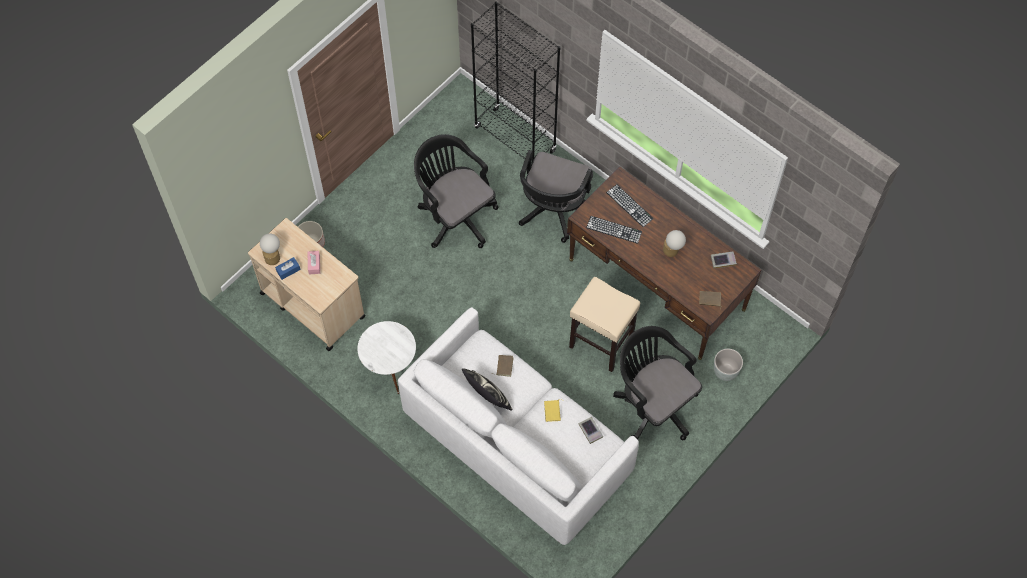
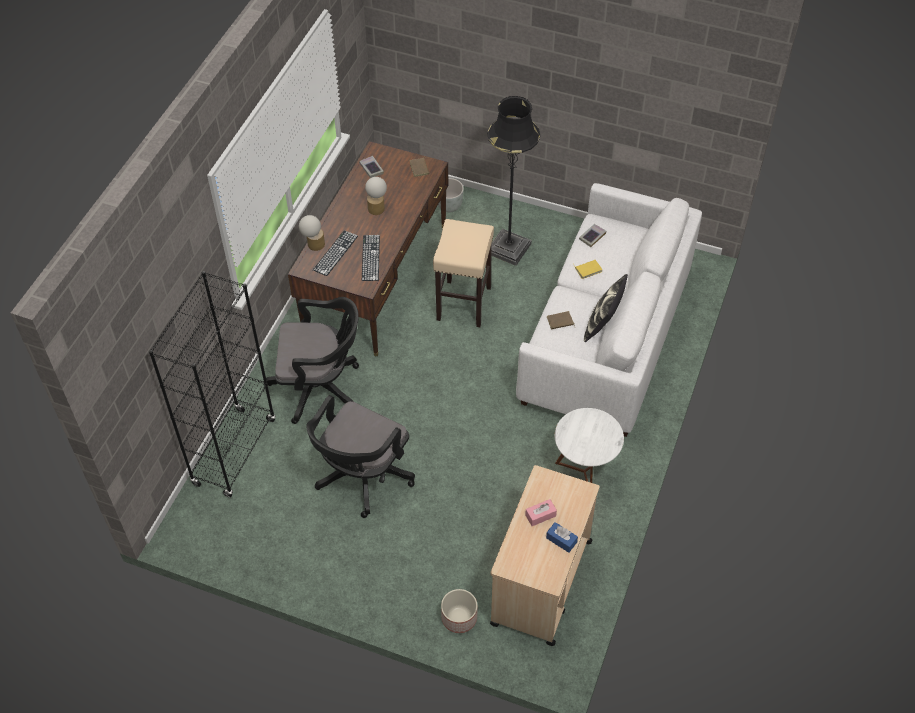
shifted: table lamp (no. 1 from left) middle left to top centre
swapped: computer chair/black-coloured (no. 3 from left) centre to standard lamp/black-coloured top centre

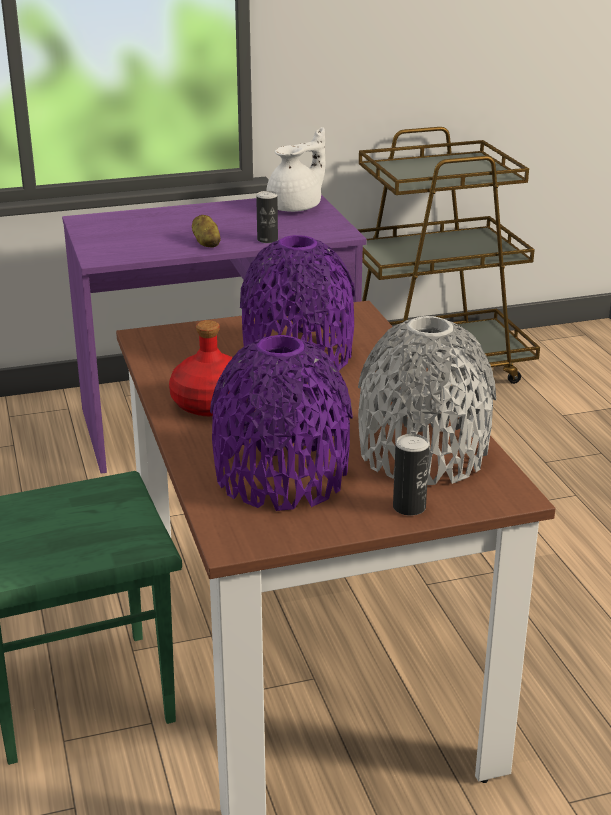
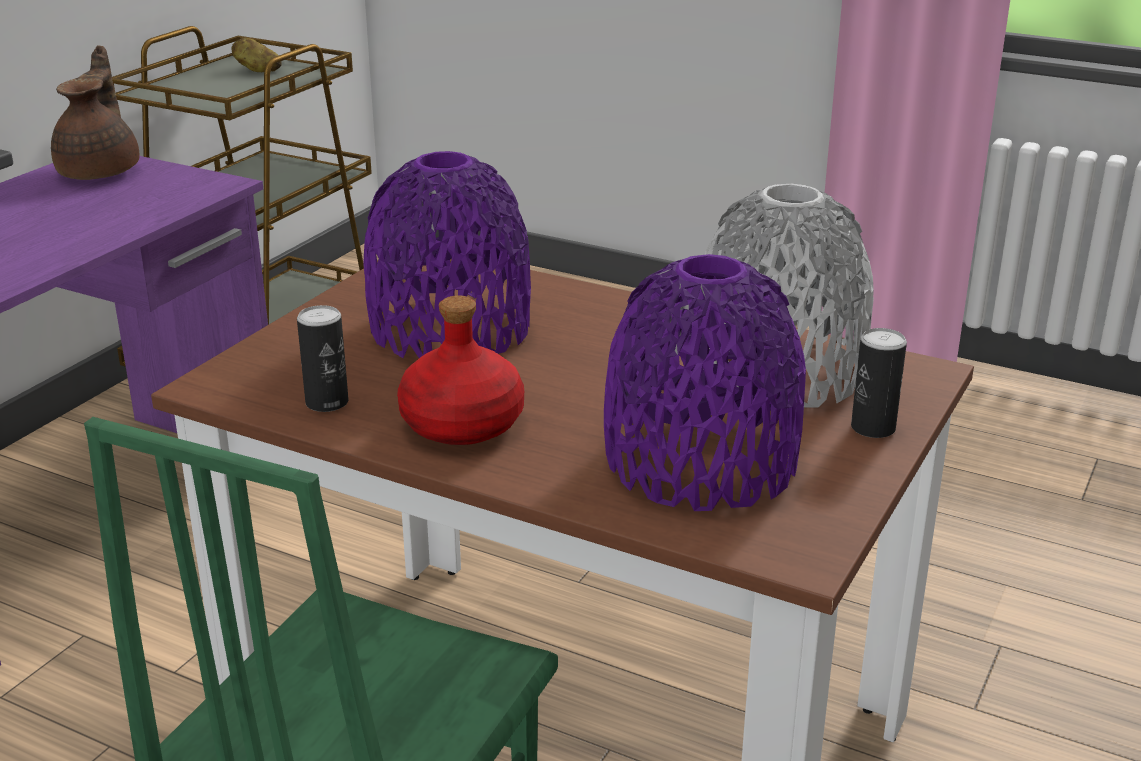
shifted: metal can (no. 1 from left) top centre to middle left; potato top centre to top left
repainted: teapot/white top centre to teapot/brownish top left

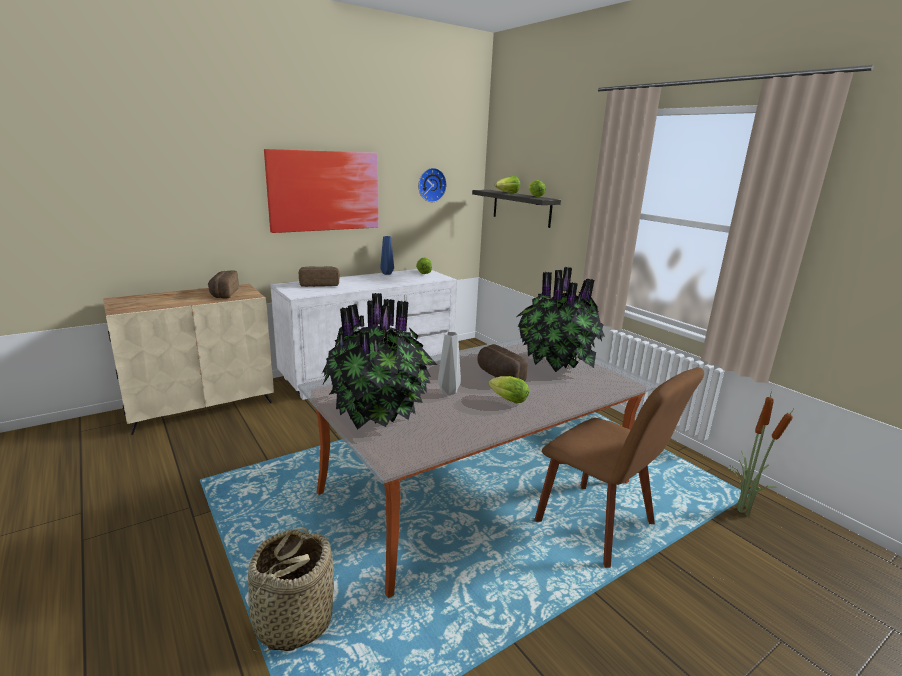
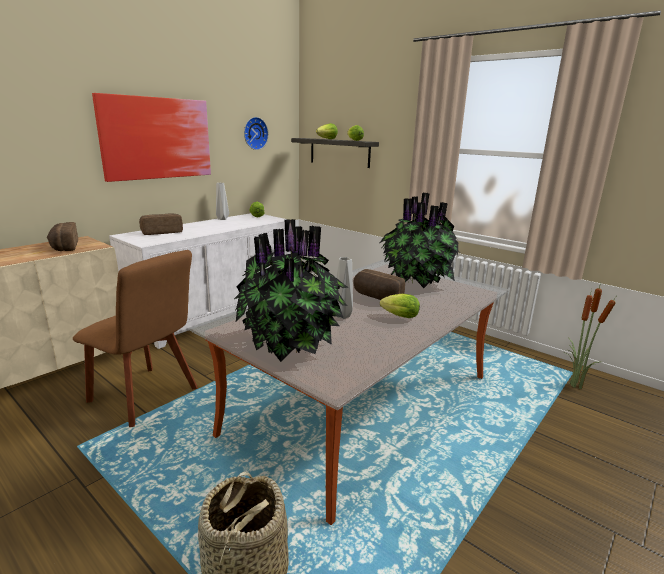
shifted: upright chair/brownish bottom right to middle left
repainted: vase/bluish centre to vase/greyish (no. 1 from left) centre

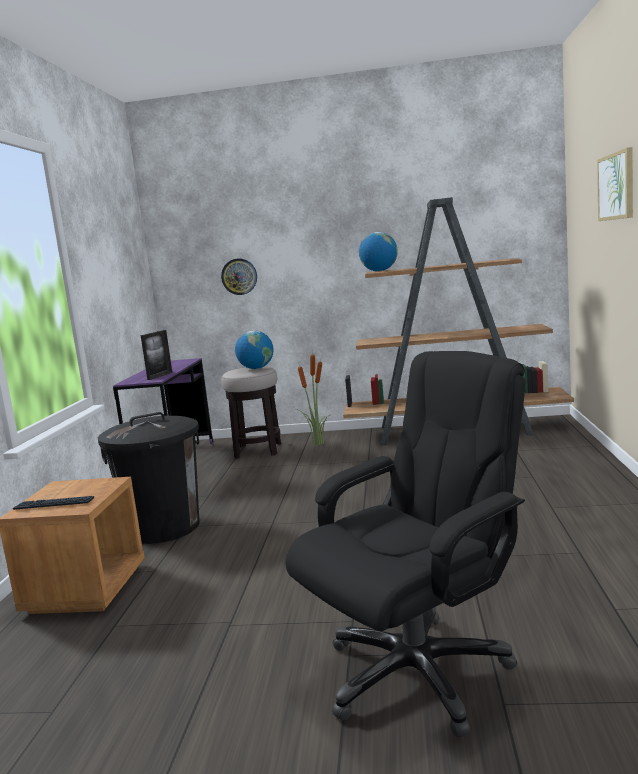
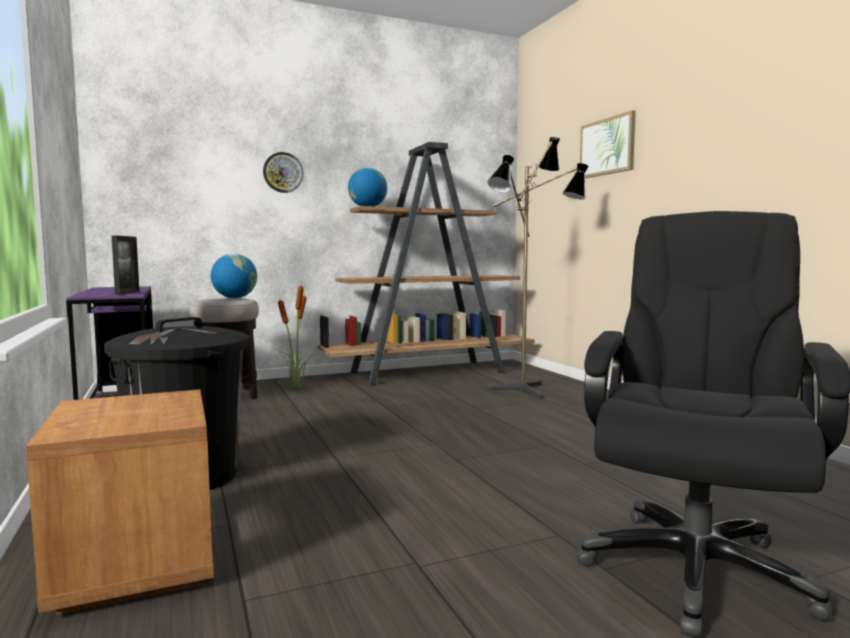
gone: PC keyboard middle left
new: standard lamp centre
shifted: hanging clock centre to top left

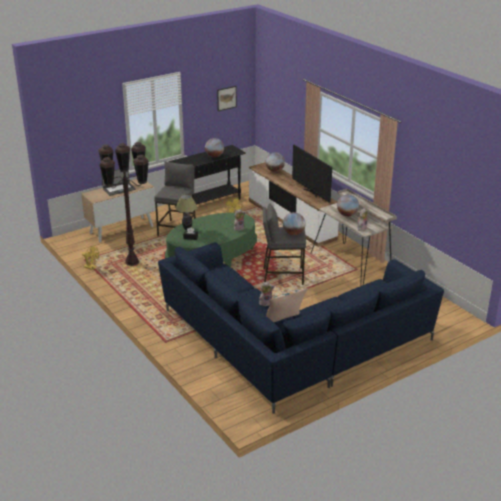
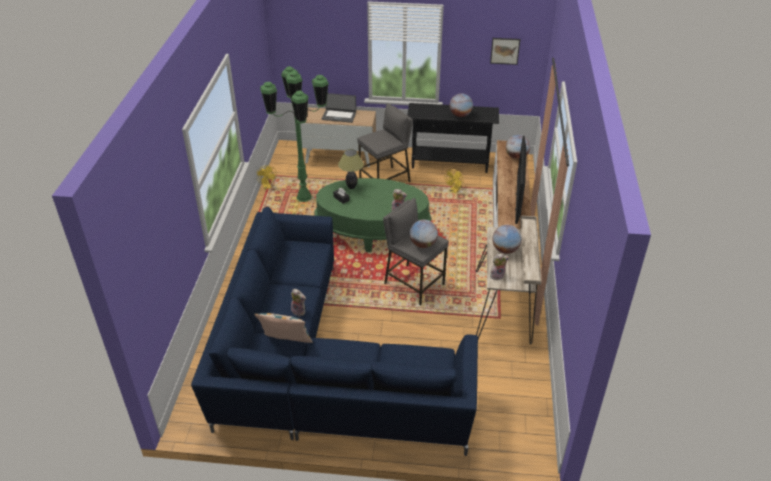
repainted: standard lamp/brownish middle left to standard lamp/green top centre

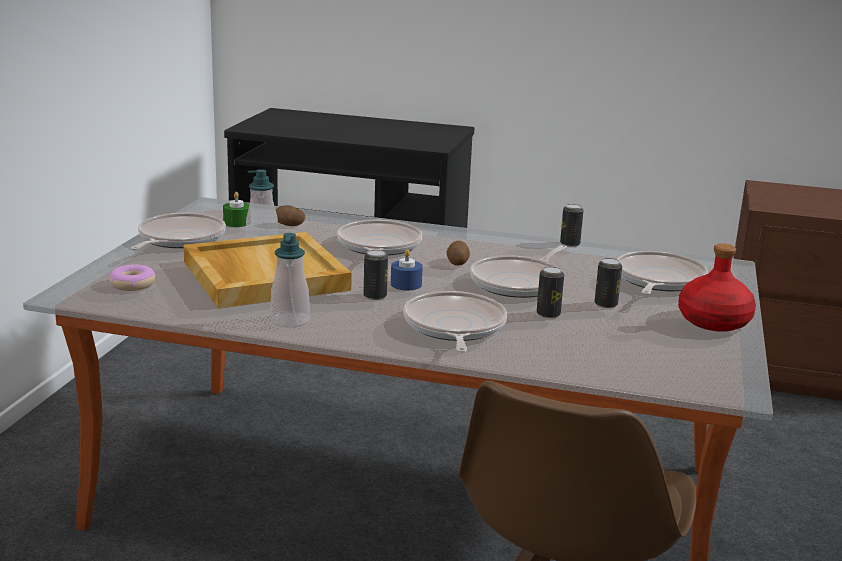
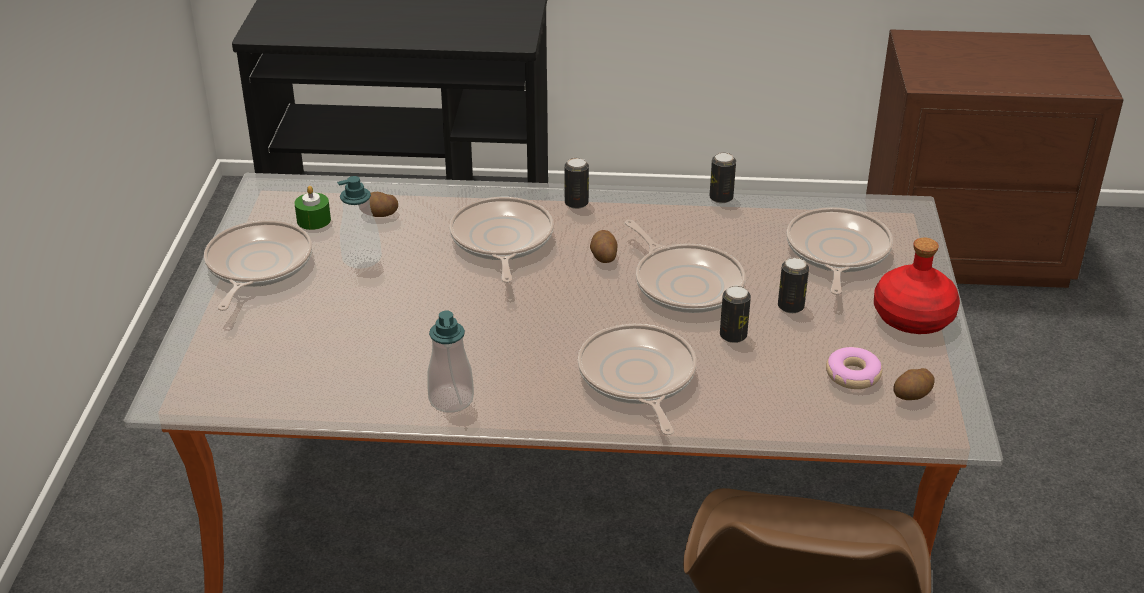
gone: serving tray/beige-coloured middle left; wax candle/bluish centre
new: potato (no. 3 from left) middle right
shifted: metal can (no. 1 from left) centre to top centre; donut middle left to middle right
rotated: pan (no. 4 from left) centre = centre 60 degrees counterclockwise

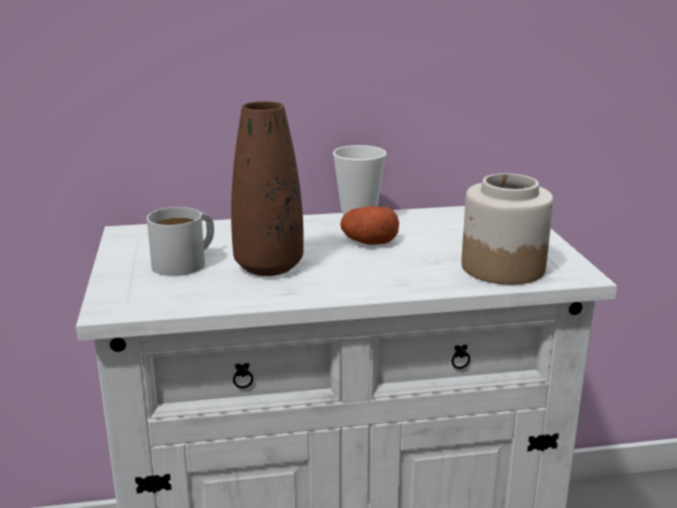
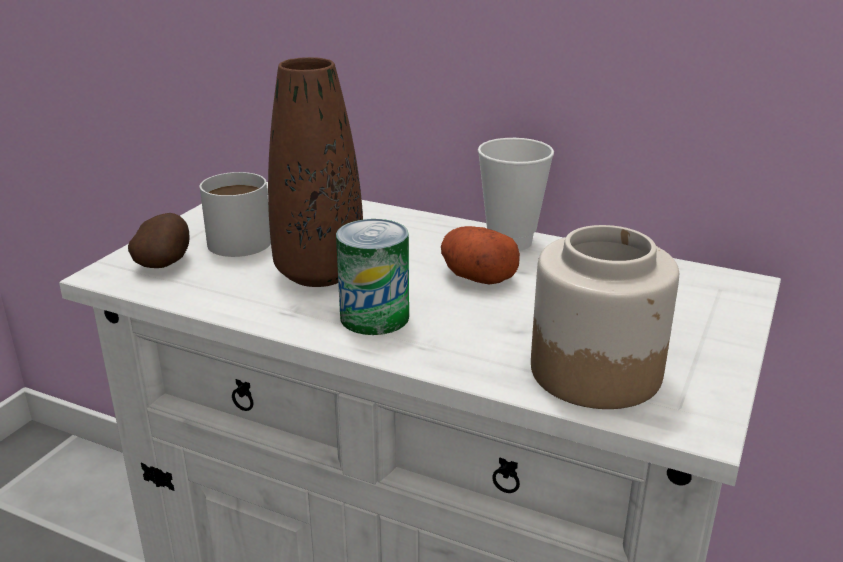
new: potato (no. 1 from left) middle left; metal can centre

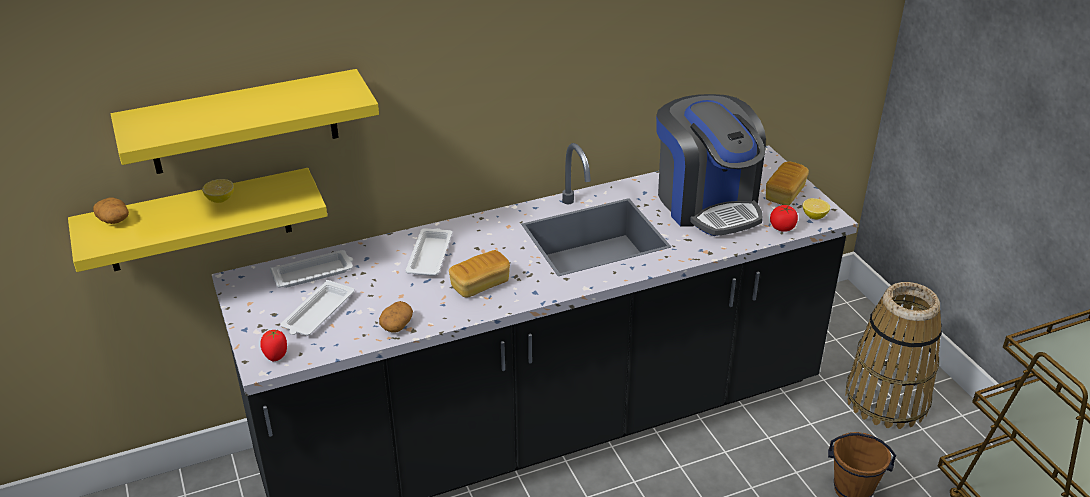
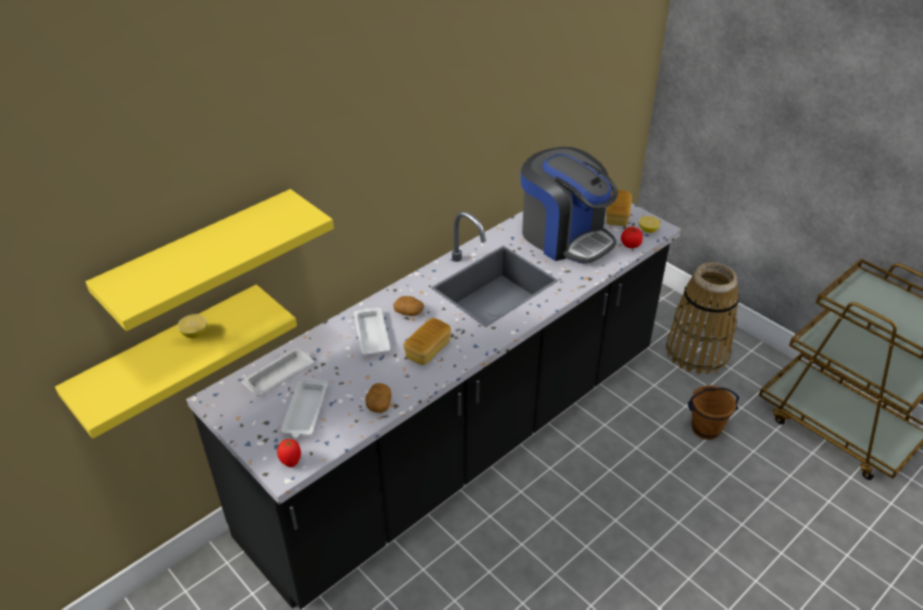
shifted: potato (no. 1 from left in the first image) middle left to potato (no. 2 from left) centre

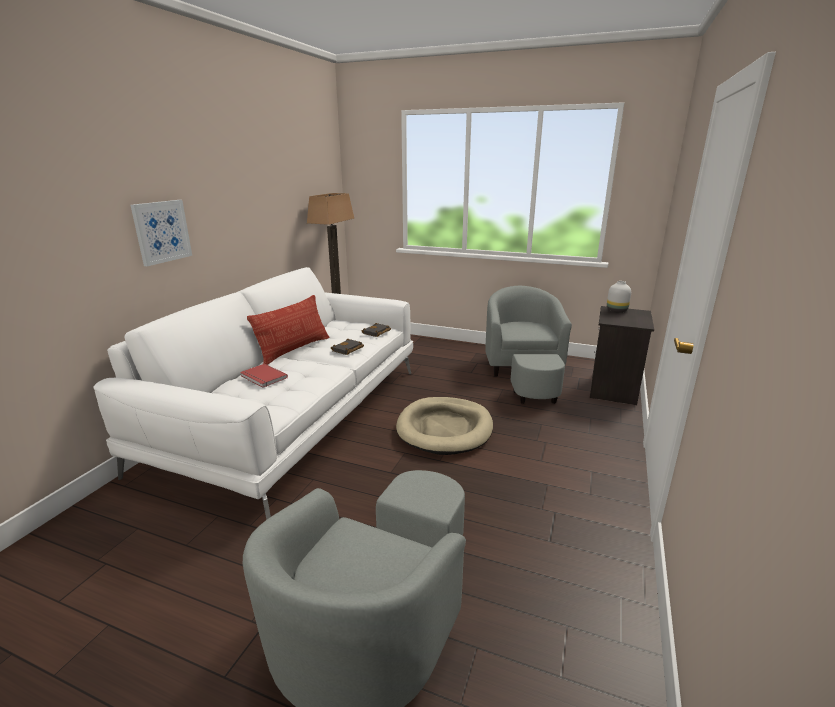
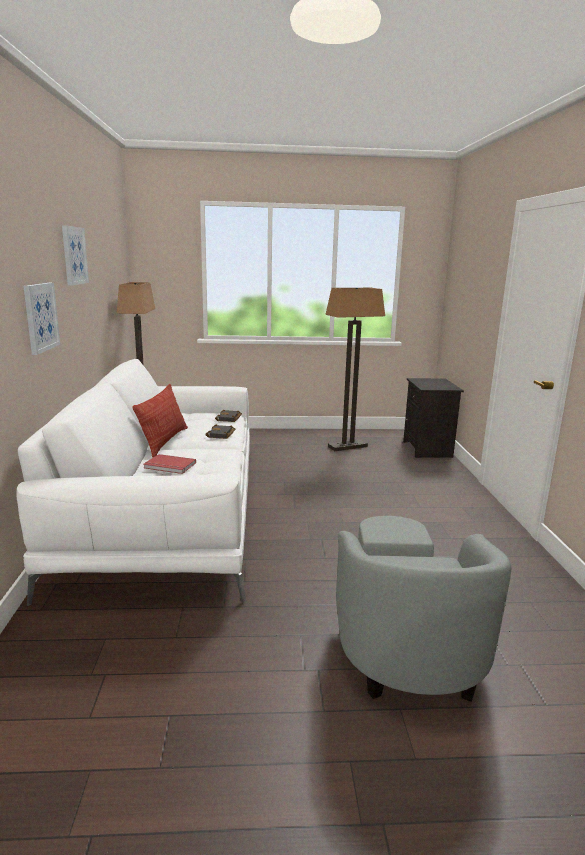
gone: vase/white middle right; dog bed/beige-coloured centre
new: picture (no. 2 from left) top left
swapped: easy chair/greyish (no. 2 from left) centre to standard lamp (no. 2 from left) centre

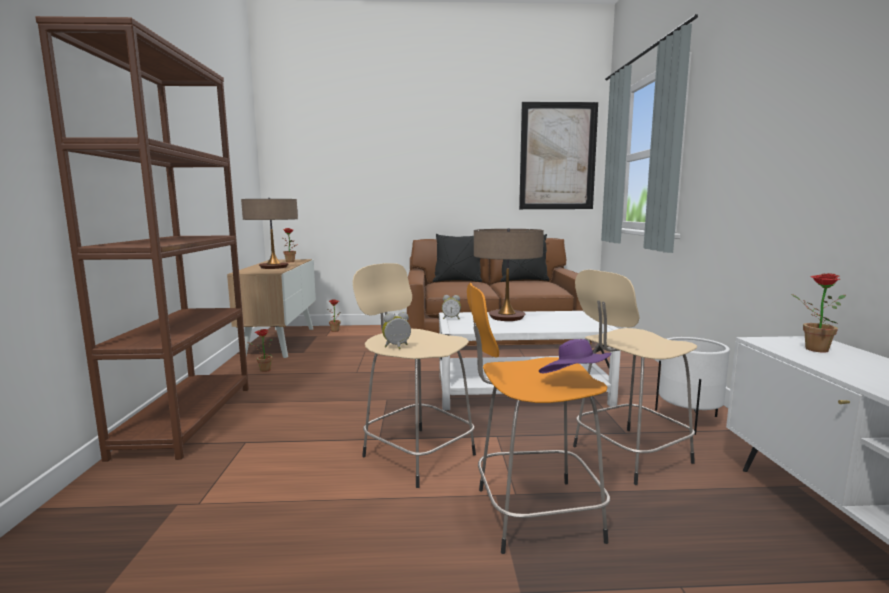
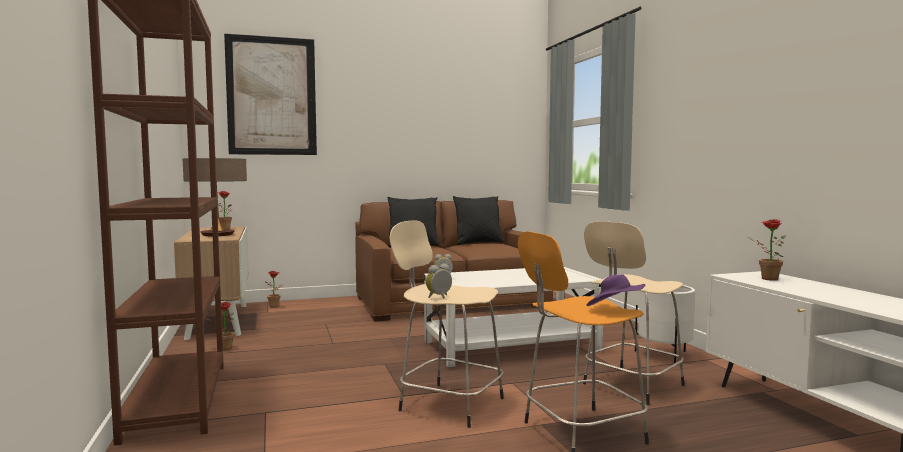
gone: table lamp (no. 2 from left) centre
shifted: picture top centre to top left

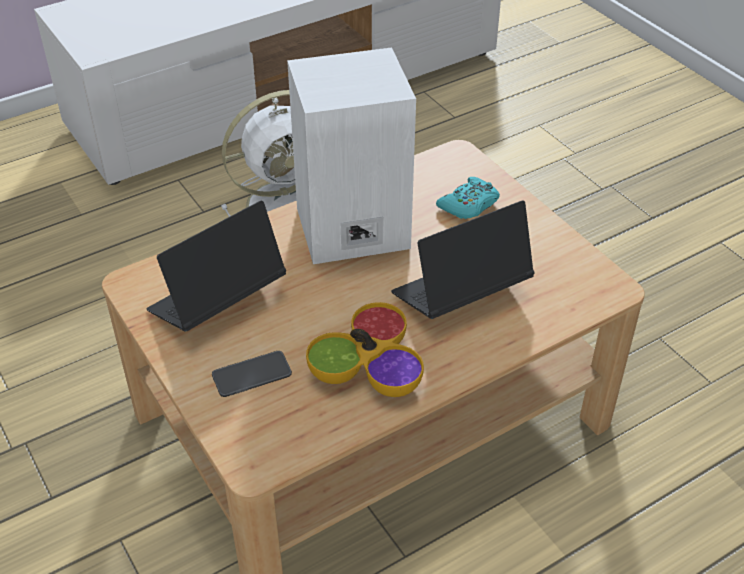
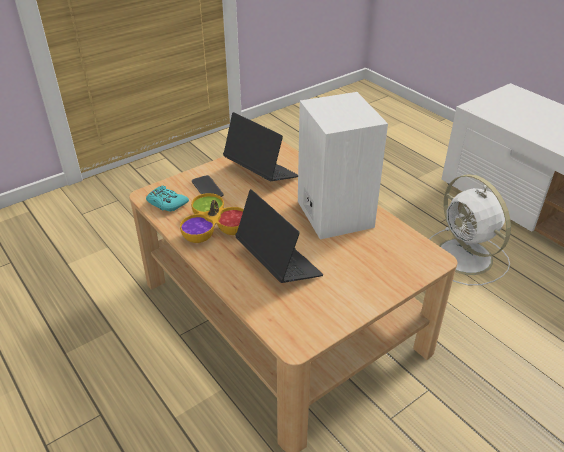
shifted: joypad/turquoise-coloured centre to middle left

